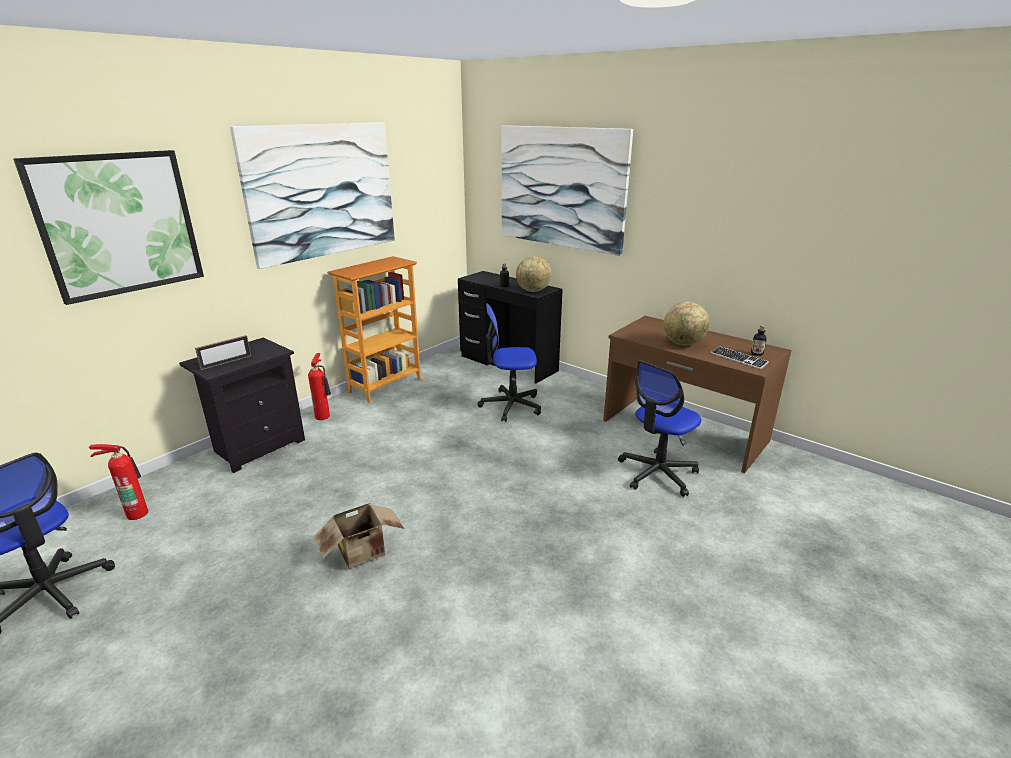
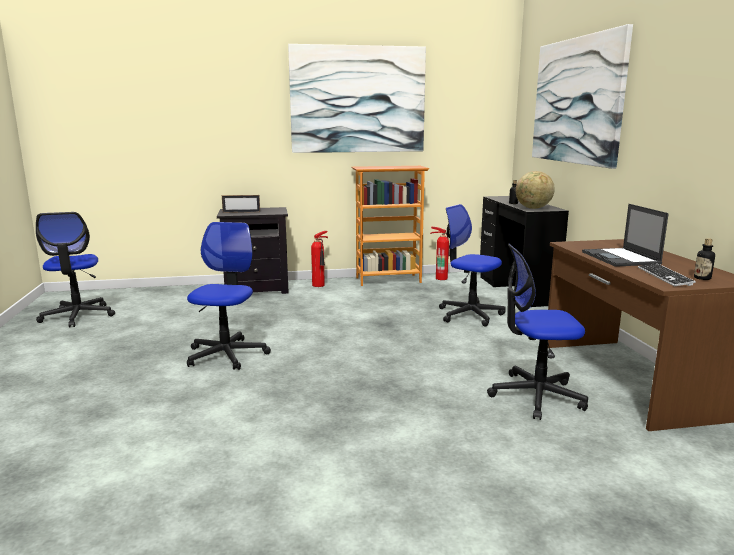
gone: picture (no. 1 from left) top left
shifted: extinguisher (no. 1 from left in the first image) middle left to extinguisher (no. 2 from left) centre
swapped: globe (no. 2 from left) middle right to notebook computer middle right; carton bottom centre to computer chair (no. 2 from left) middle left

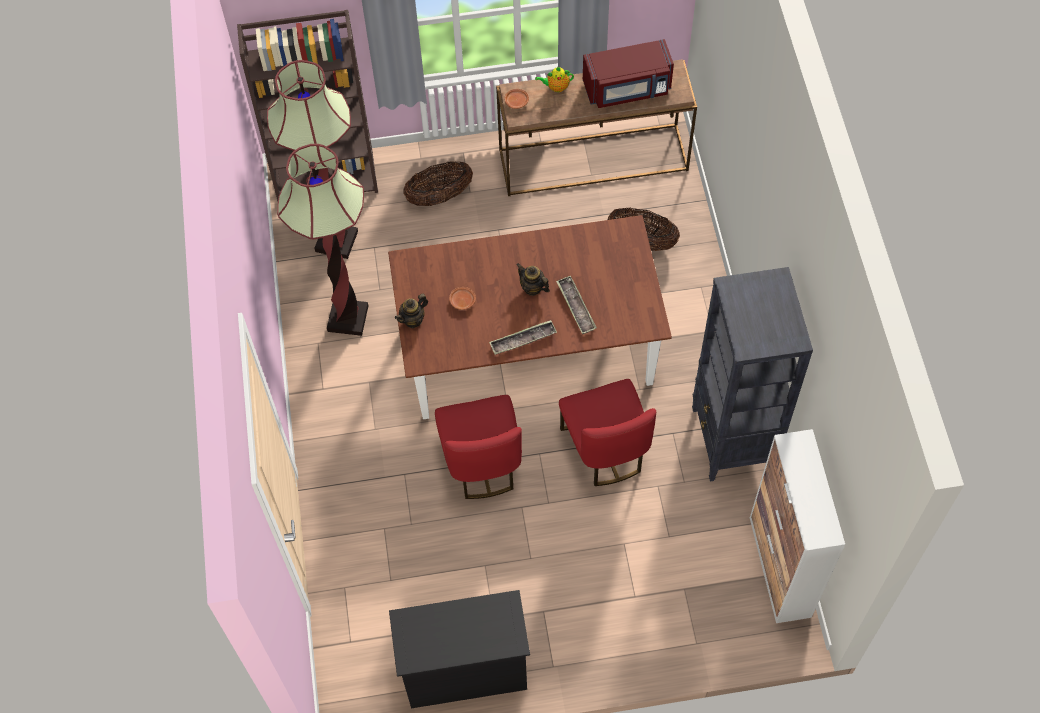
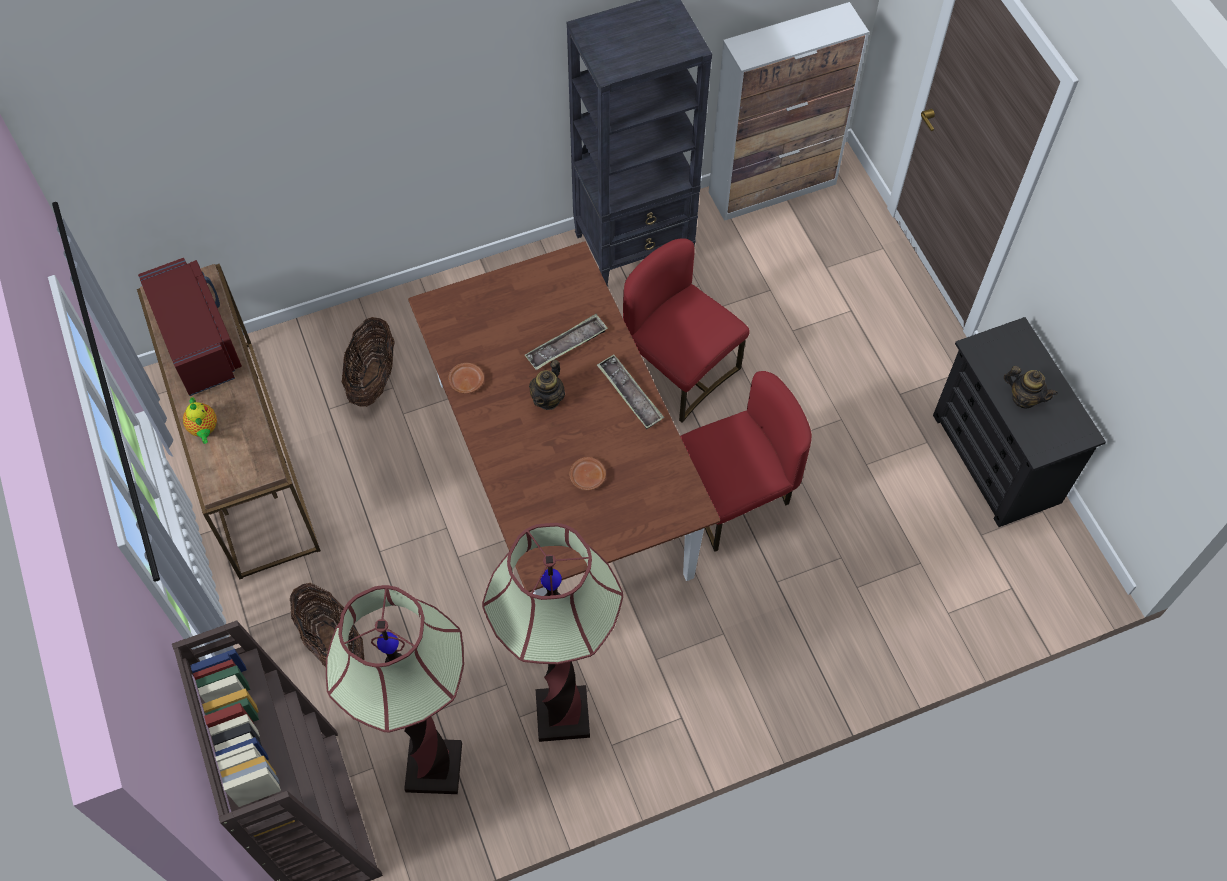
shifted: dinner plate/brownish (no. 2 from left in the first image) top centre to dinner plate/brownish (no. 1 from left) centre; teapot (no. 1 from left in the first image) centre to teapot (no. 3 from left) middle right
rotated: upright chair/reddish (no. 2 from left in the first image) centre = centre 105 degrees counterclockwise

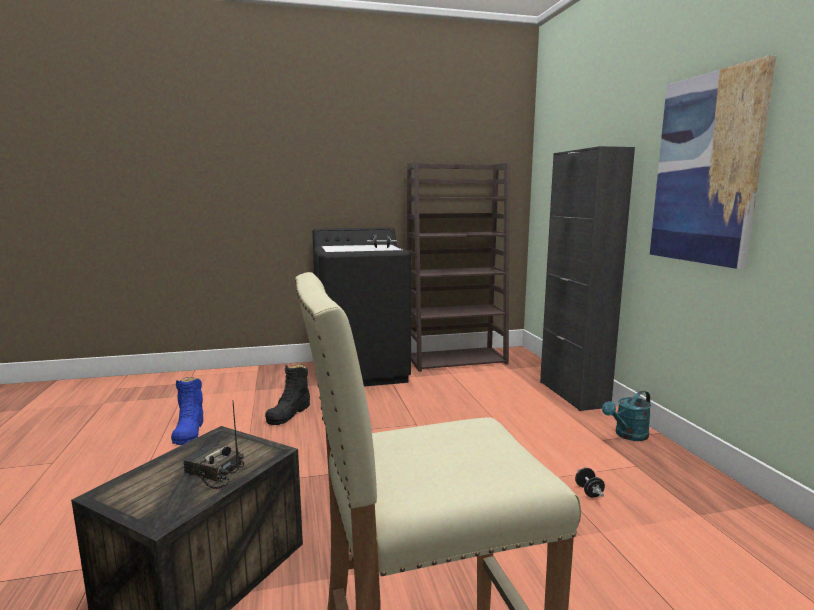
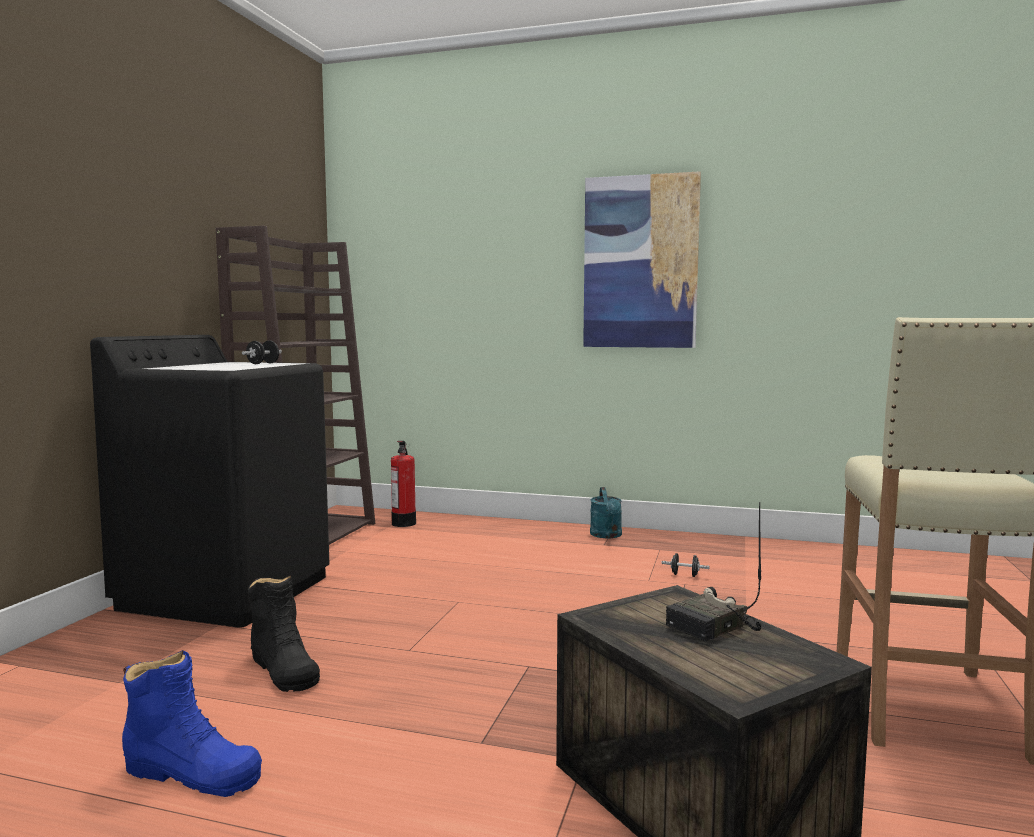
gone: storage cabinet/black-coloured middle right
new: extinguisher centre

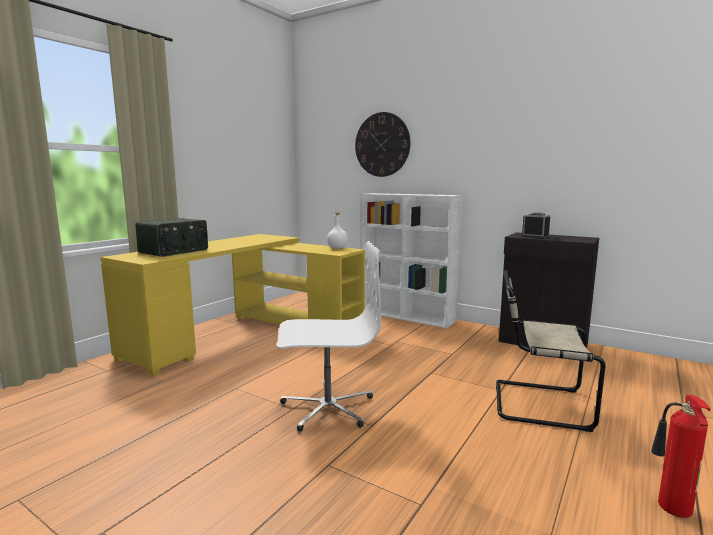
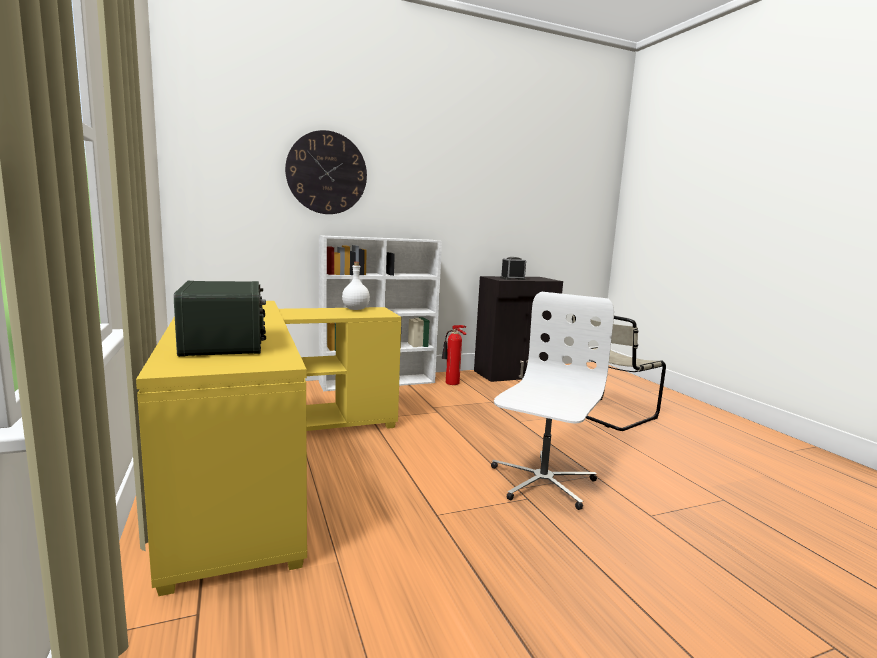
shifted: extinguisher bottom right to centre

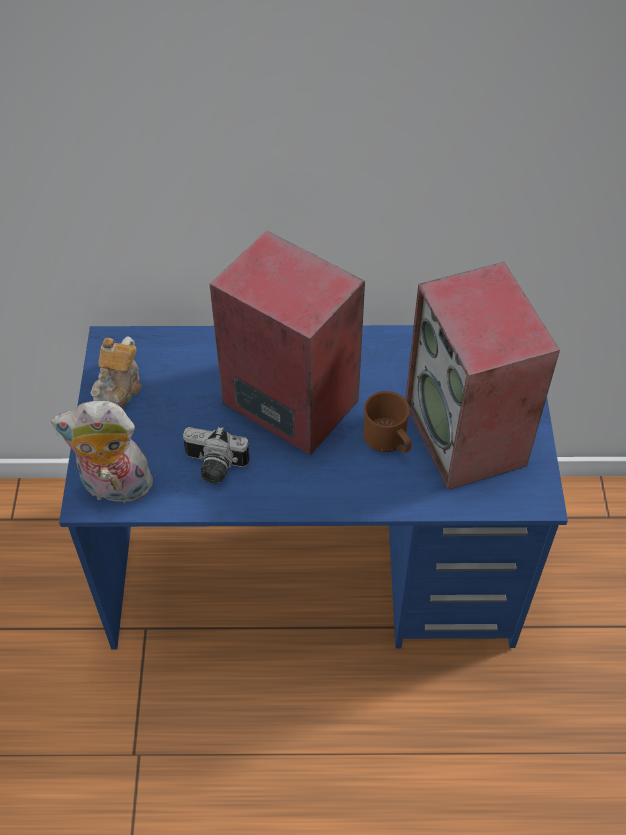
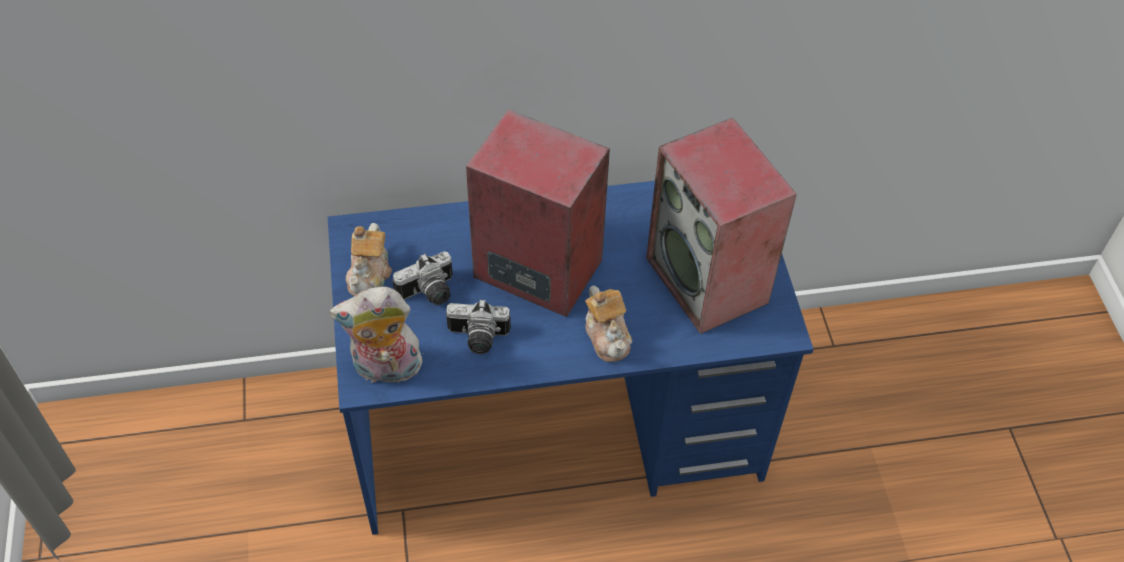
gone: coffee mug/brownish centre
new: still camera (no. 1 from left) centre; teapot (no. 2 from left) centre

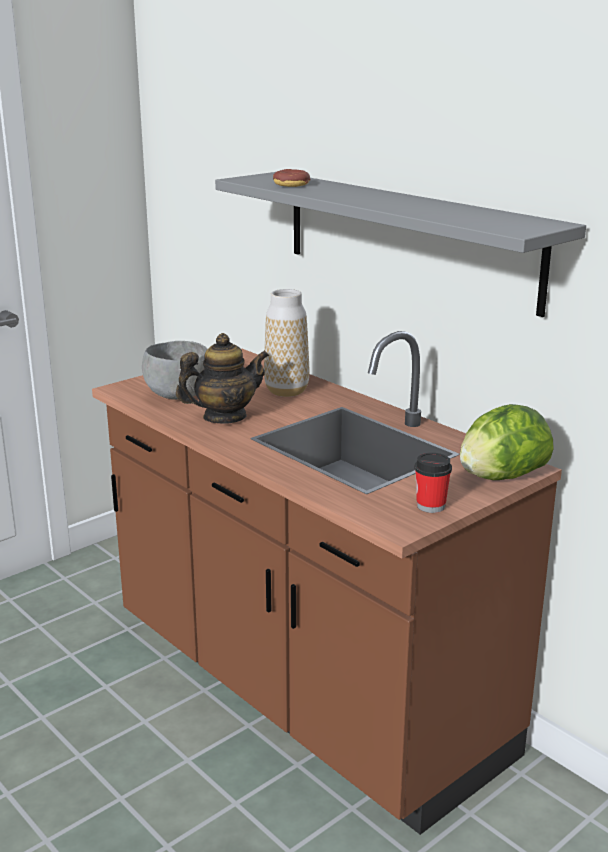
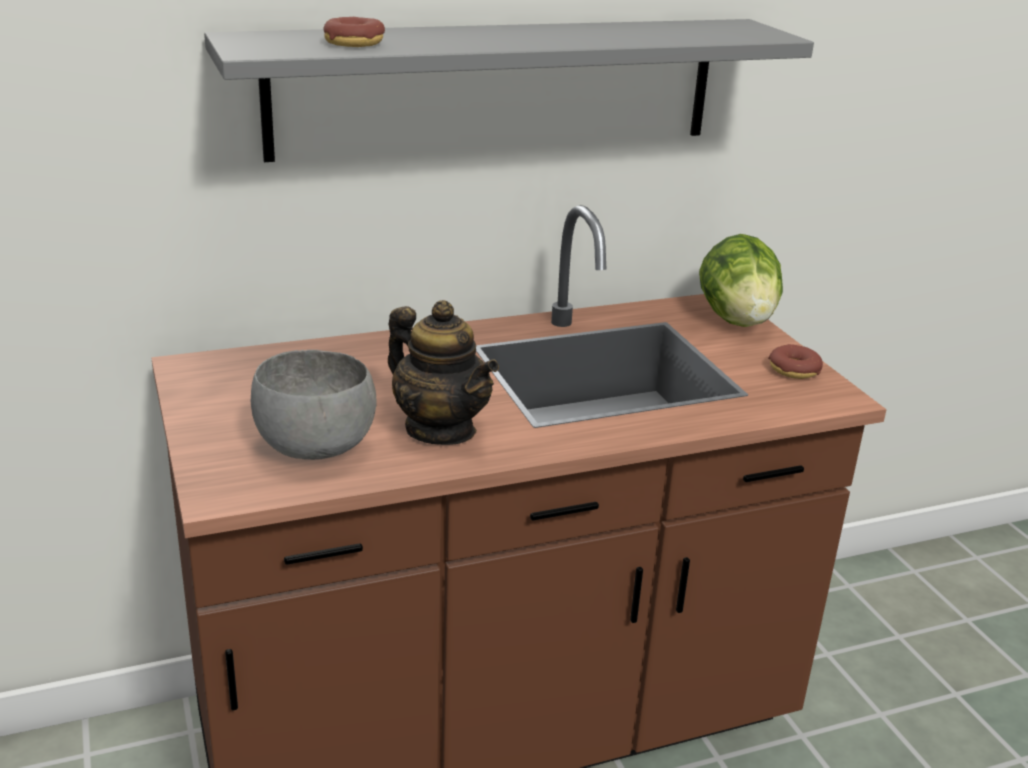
gone: vase centre
swapped: drinking cup middle right to donut (no. 2 from left) middle right
rotated: teapot centre = centre 135 degrees clockwise

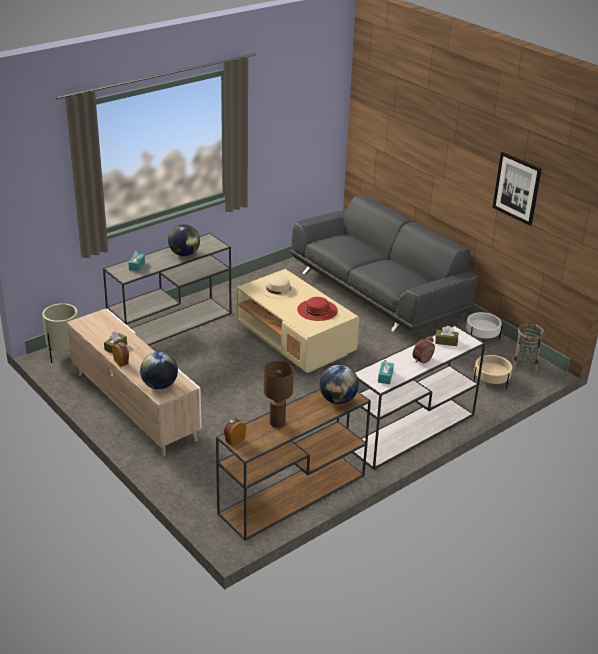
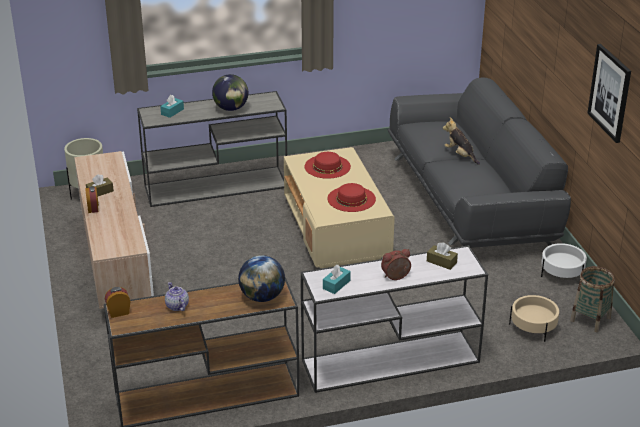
gone: globe (no. 1 from left) middle left
new: soft toy top right
swapped: table lamp/brownish centre to teapot bottom left
repainted: wearable hat/beige-coloured centre to wearable hat/reddish (no. 1 from left) centre

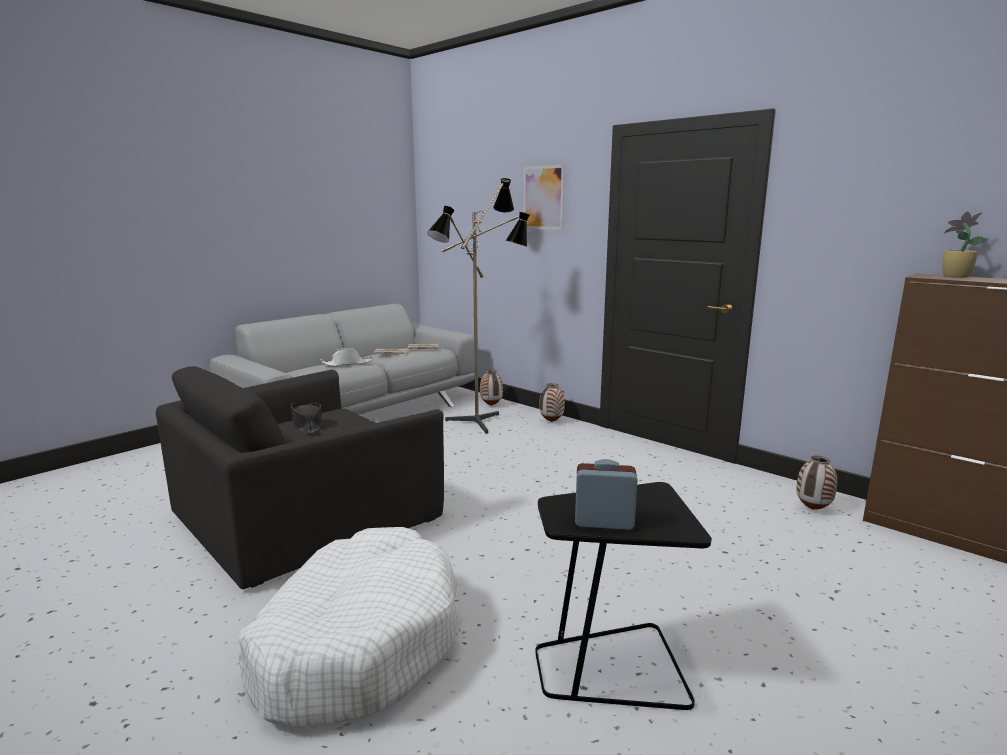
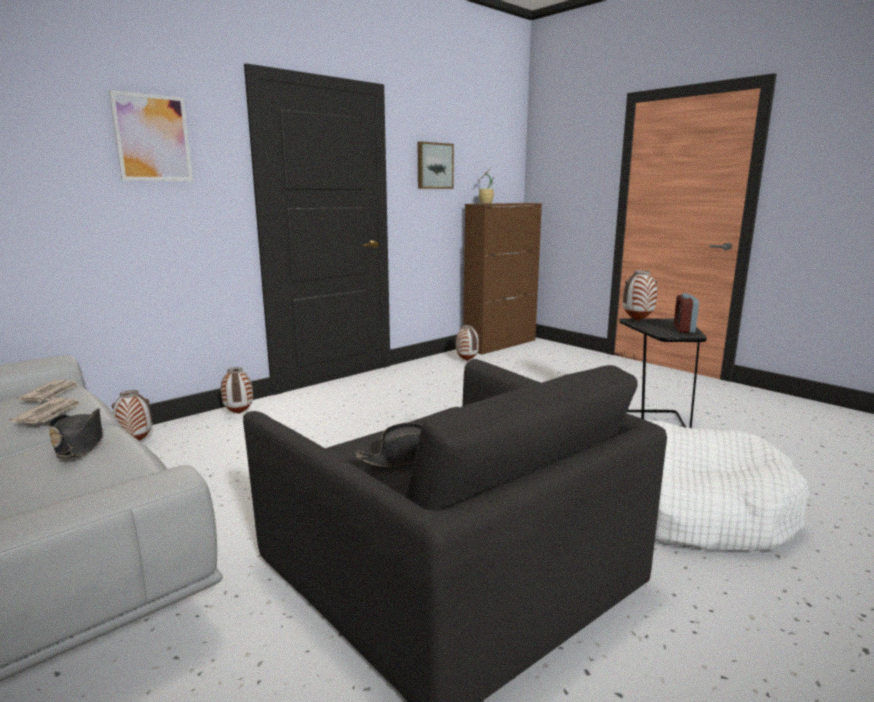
gone: standard lamp centre
new: picture (no. 2 from left) top centre; vase (no. 4 from left) middle right
repainted: wearable hat/white centre to wearable hat/black-coloured (no. 1 from left) middle left

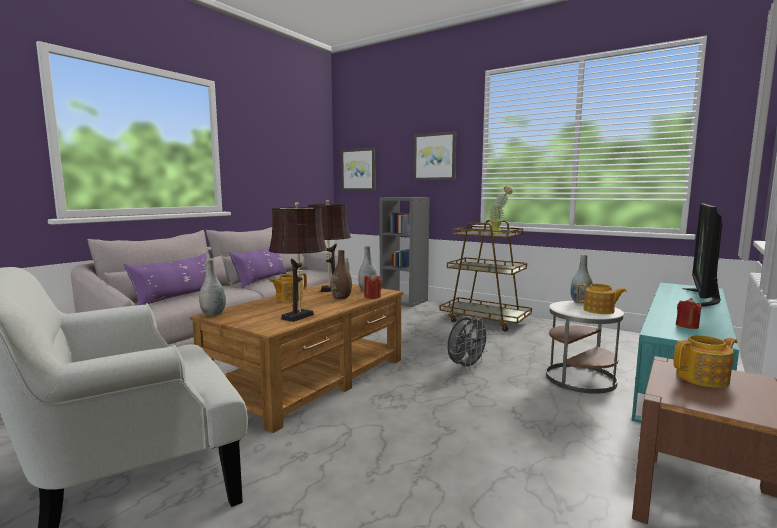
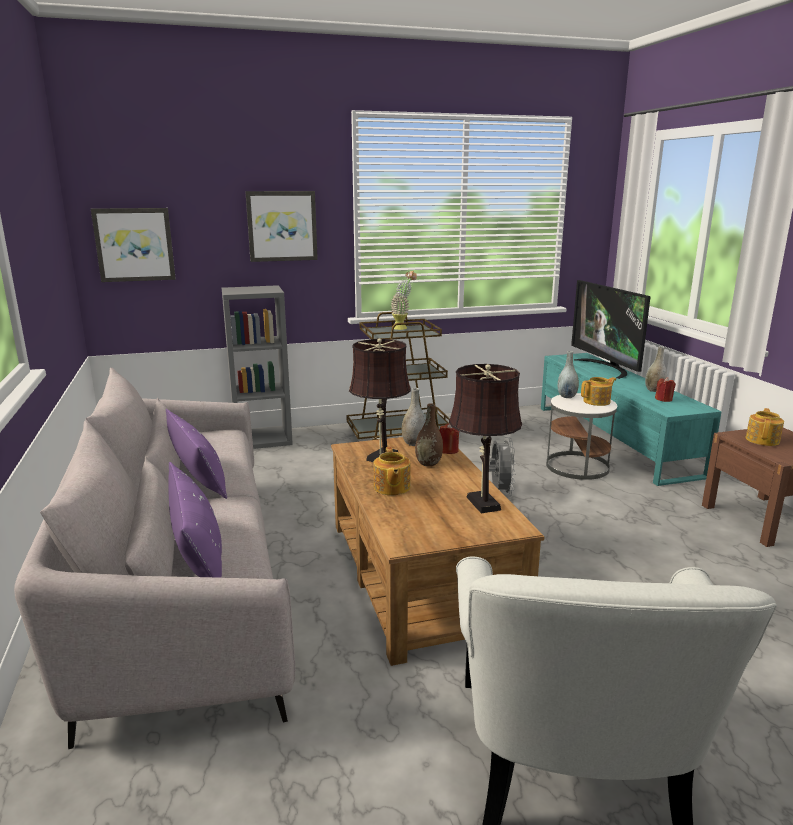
shifted: vase/greyish (no. 1 from left in the first image) middle left to vase/greyish (no. 3 from left) middle right

